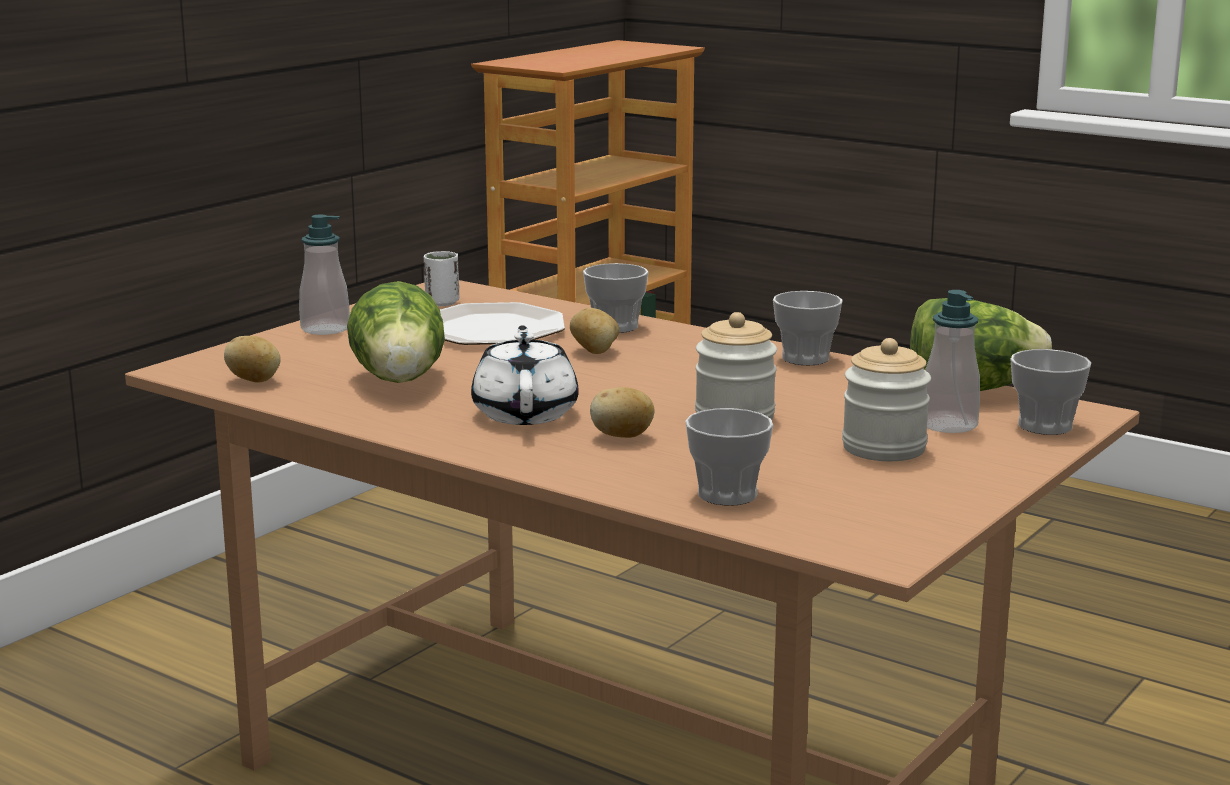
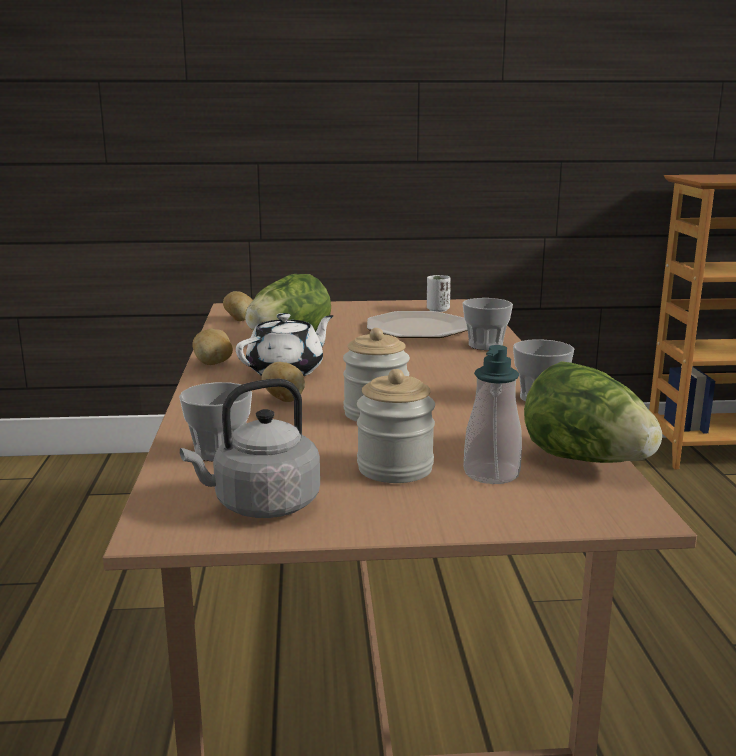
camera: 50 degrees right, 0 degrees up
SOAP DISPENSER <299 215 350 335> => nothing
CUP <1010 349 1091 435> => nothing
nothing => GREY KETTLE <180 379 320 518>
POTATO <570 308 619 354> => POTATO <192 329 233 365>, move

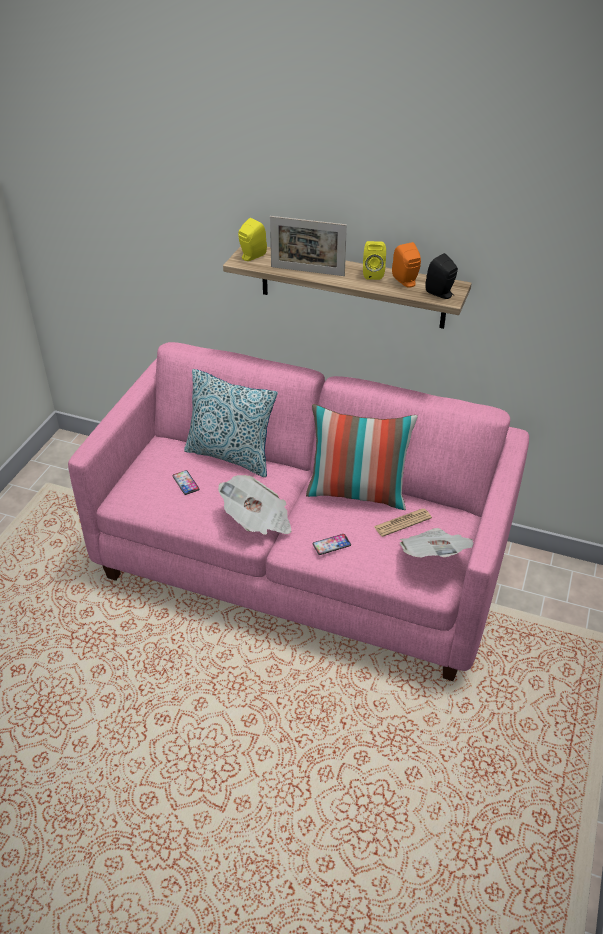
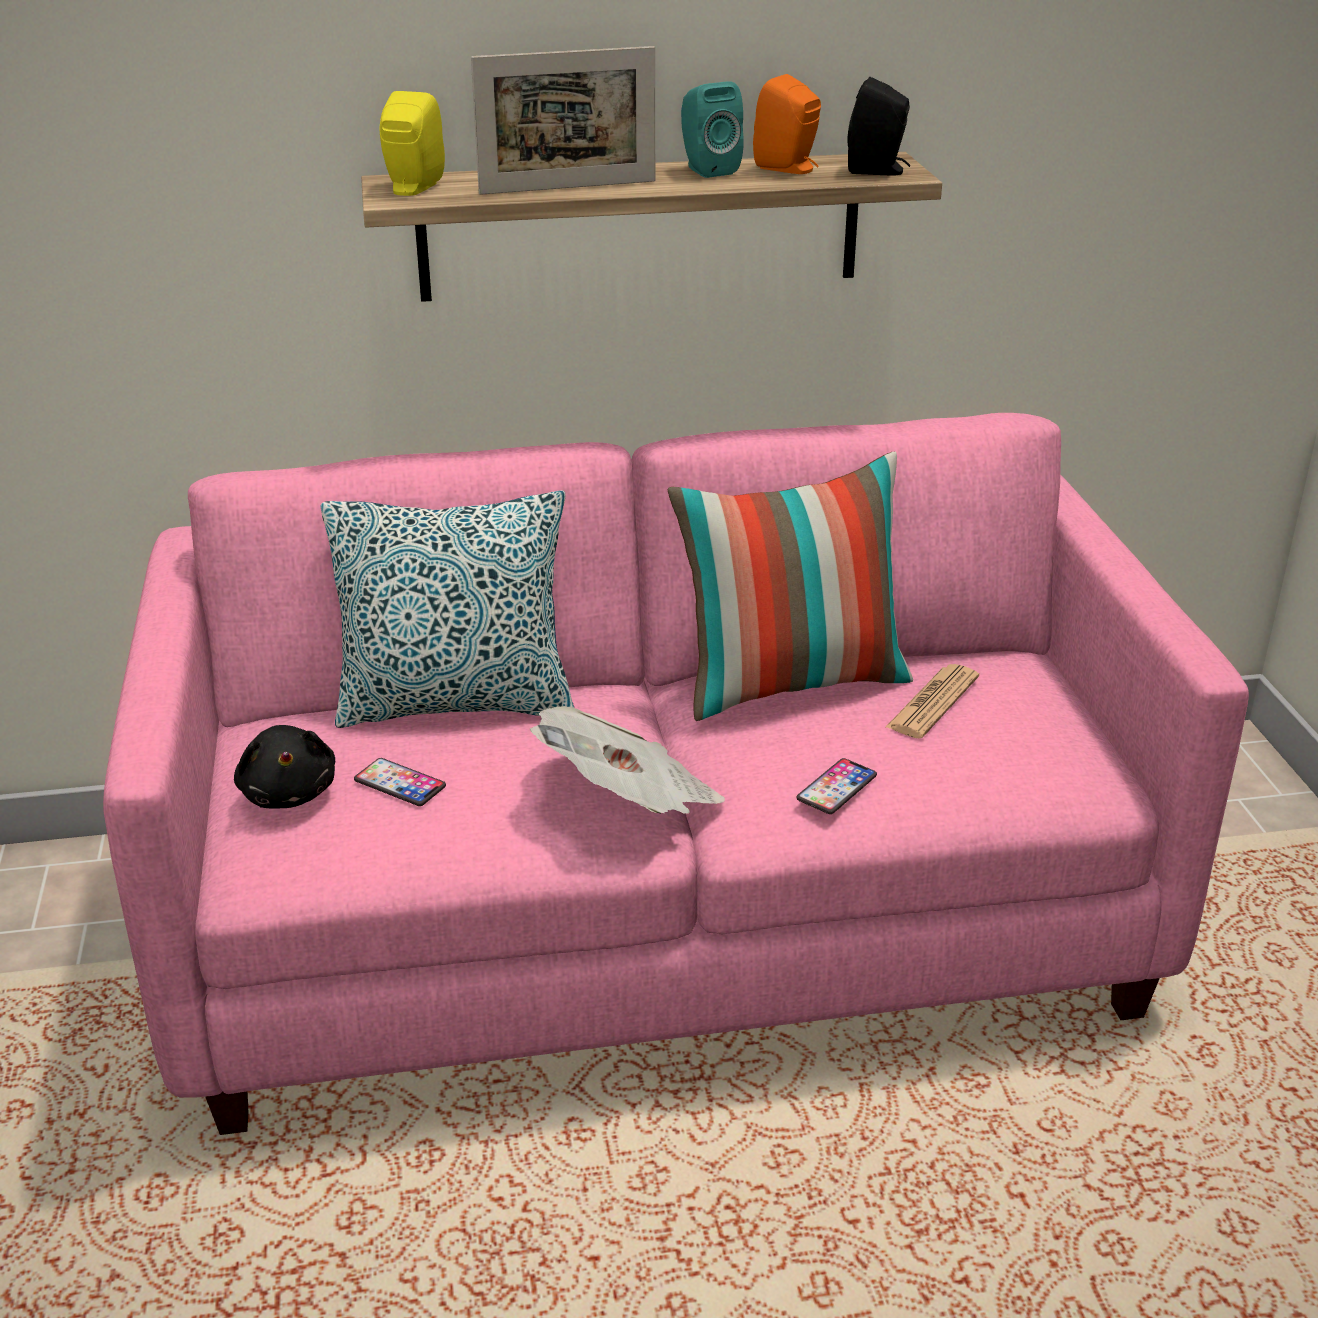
camera: 30 degrees left, 10 degrees down
NEWSPAPER <400 528 474 558> => nothing
nothing => BLACK PLUSH TOY <234 725 335 809>
YELLOW SPEAKER <363 241 386 280> => TURQUOISE SPEAKER <681 81 744 178>

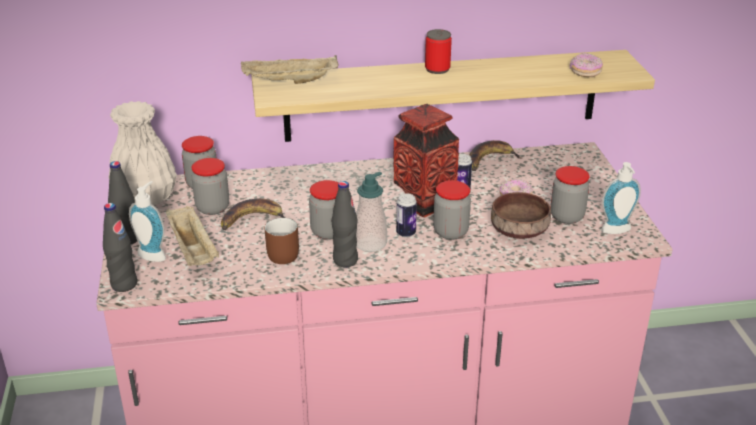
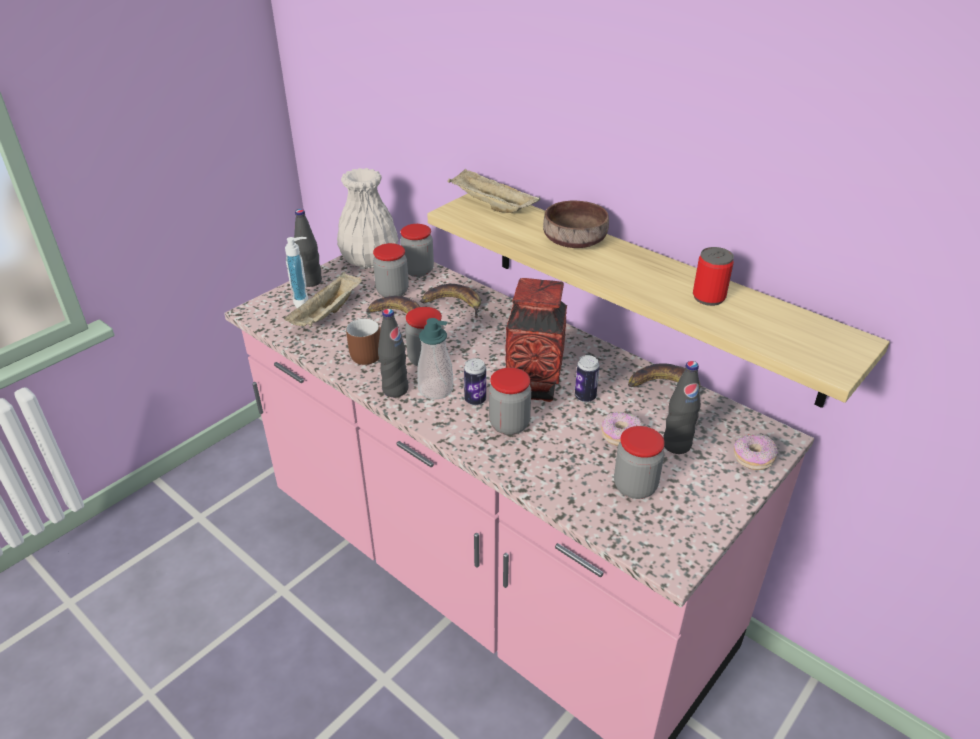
camera: 50 degrees right, 5 degrees up
SOAP DISPENSER <601 162 641 234> => nothing
nothing => BANANA <420 284 481 318>
BLACK BOTTLE <103 203 137 292> => BLACK BOTTLE <663 361 700 454>, move
CAN <425 29 452 74> => CAN <693 247 734 306>, move
BROWN BOWL <491 192 551 239> => BROWN BOWL <543 200 609 248>, move
DONUT <570 53 603 77> => DONUT <734 434 778 470>, move

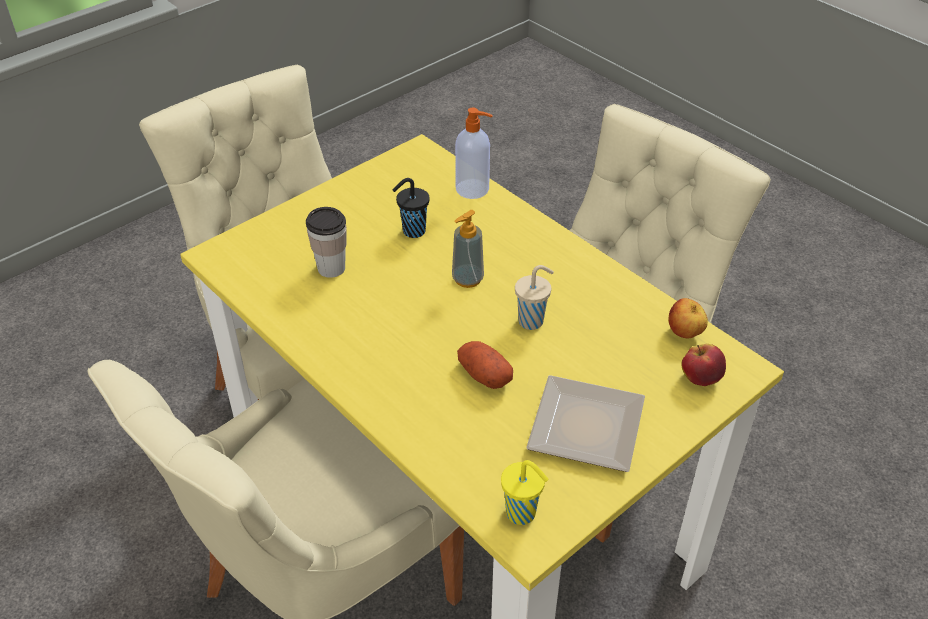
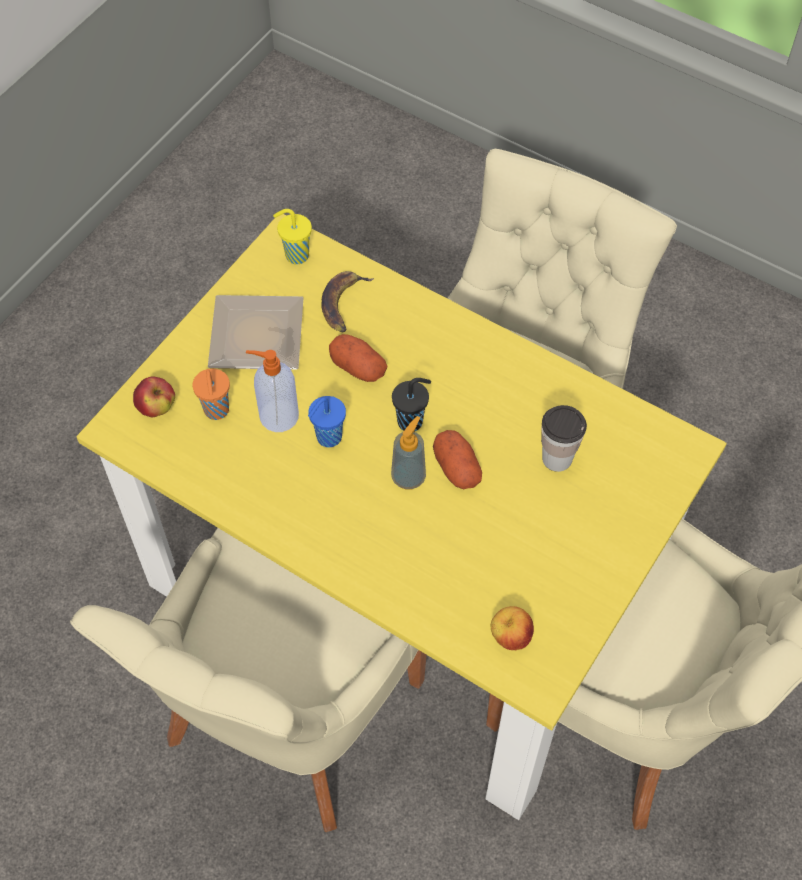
camera: 165 degrees right, 15 degrees up
nothing => ORANGE CUP <193 369 230 420>
nothing => BANANA <322 271 374 332>
nothing => POTATO <433 430 482 489>
BLACK CUP <392 178 430 238> => BLACK CUP <392 378 431 432>, move
SOAP DISPENSER <455 108 493 199> => SOAP DISPENSER <246 350 299 432>, move
APPLE <668 298 708 338> => APPLE <491 606 534 650>, move
BEIGE CUP <515 265 554 330> => BLUE CUP <308 396 346 447>

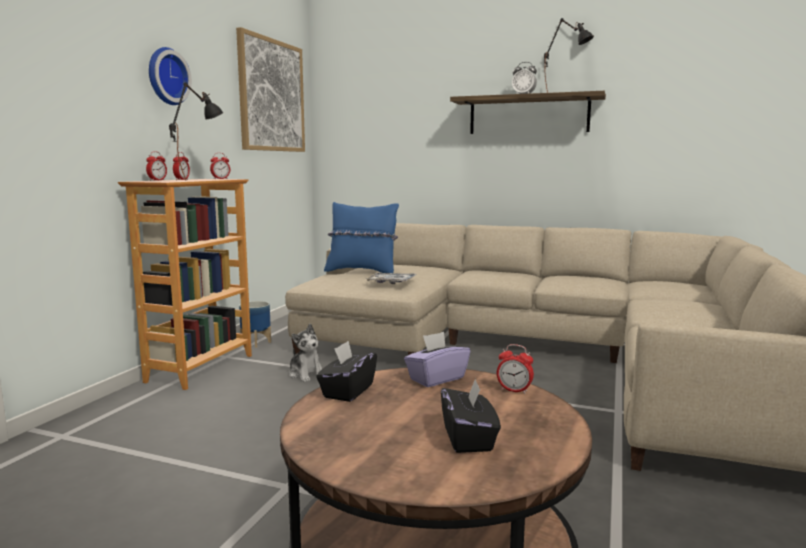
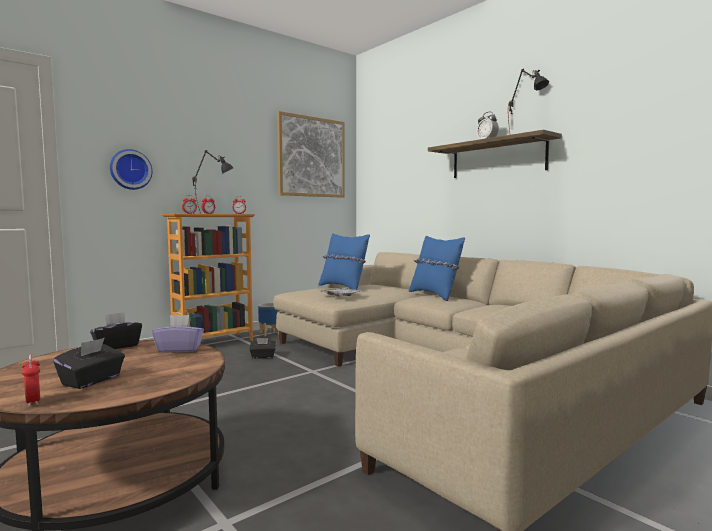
camera: 30 degrees right, 5 degrees down
nothing => BLUE PILLOW <409 235 465 301>
WALL CLOCK <149 47 192 105> => WALL CLOCK <110 149 153 190>, move
ALARM CLOCK <497 344 534 394> => ALARM CLOCK <22 354 40 407>, move
PLUSH TOY <289 324 322 382> => BLACK TISSUE BOX <249 338 276 359>

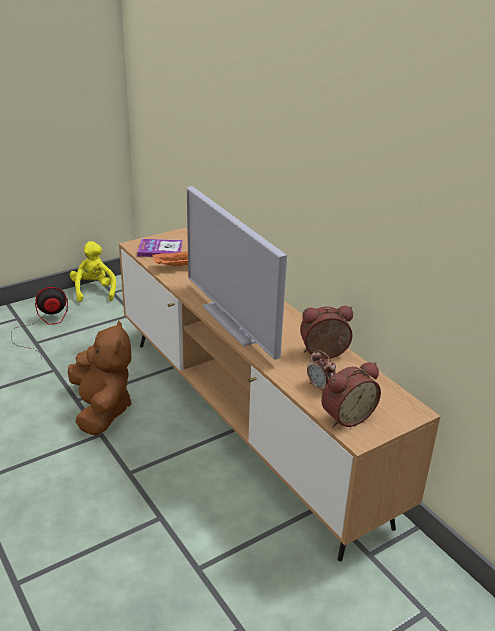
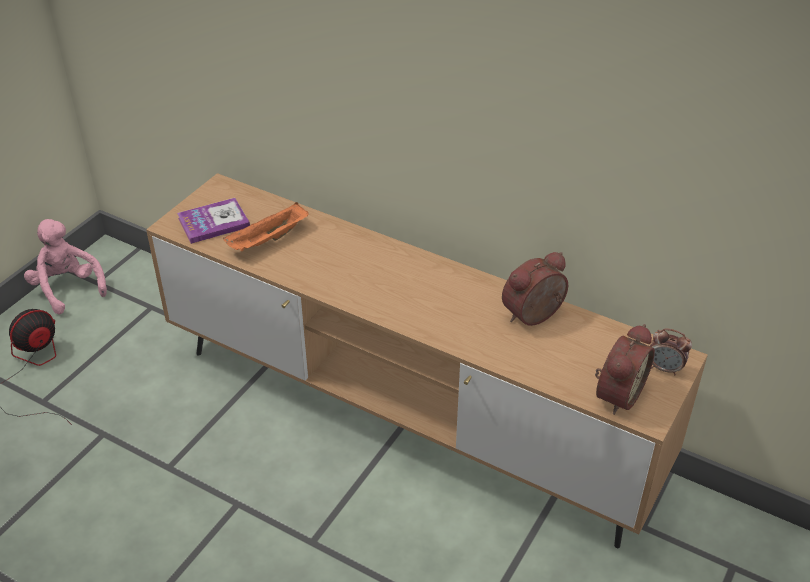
camera: 25 degrees left, 10 degrees up
BROWN PLUSH TOY <68 320 131 435> => nothing
TELEVISION <187 186 287 360> => nothing
ALARM CLOCK <307 350 336 391> => ALARM CLOCK <650 328 692 376>, move
YELLOW PLUSH TOY <70 241 116 302> => PINK PLUSH TOY <24 219 107 314>

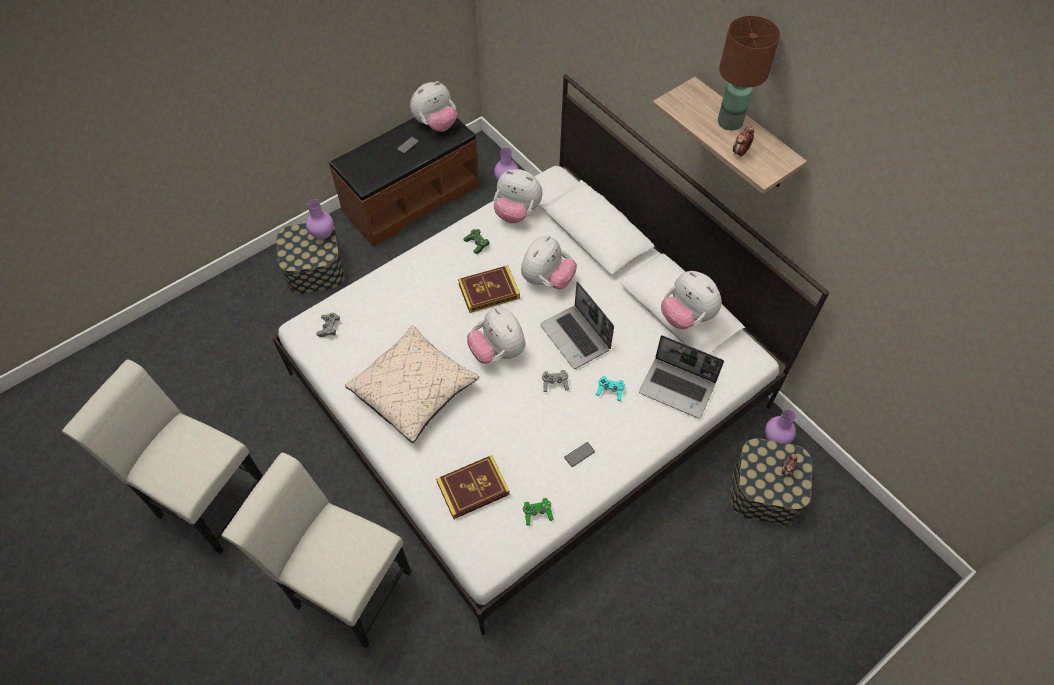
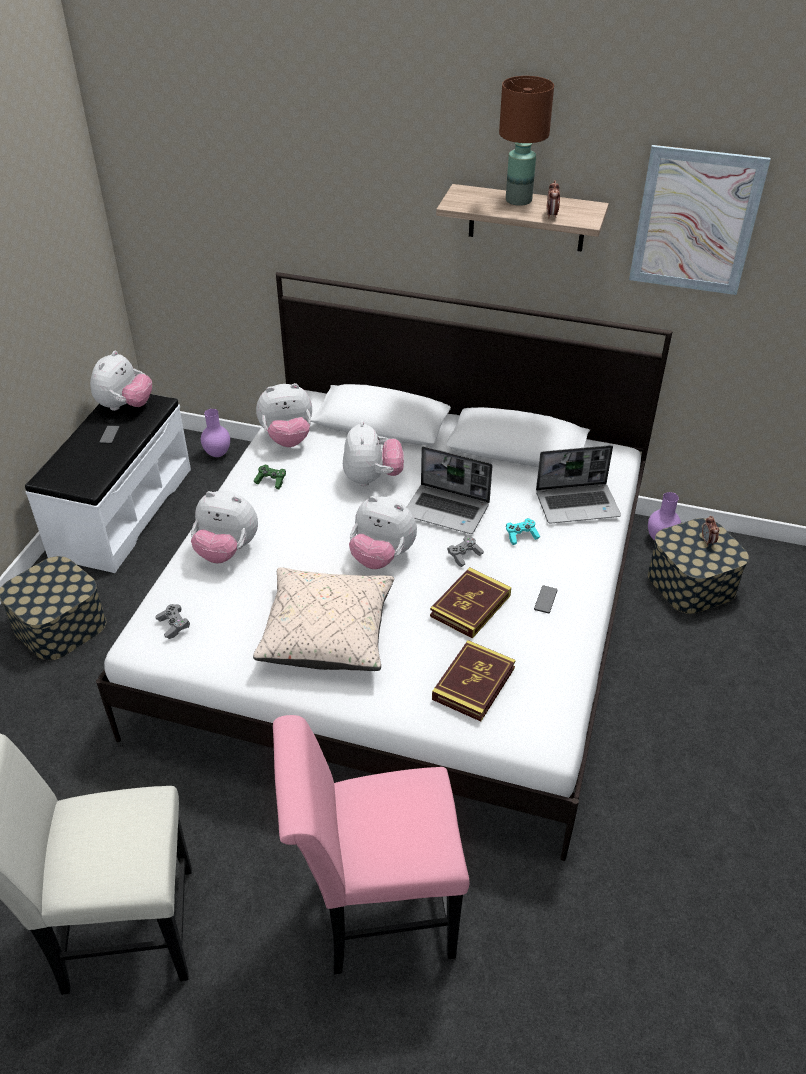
camera: 35 degrees left, 15 degrees down
PURPLE VASE <306 199 334 239> => nothing
GREEN GAME CONTROLLER <523 498 554 525> => nothing
nothing => PICTURE <629 145 771 295>
BOOK <458 265 520 313> => BOOK <430 567 511 639>, move
PLUSH TOY <661 271 722 329> => PLUSH TOY <191 491 258 563>, move
WHITE CHAIR <221 453 411 648> => PINK CHAIR <273 715 470 974>
BROWN BENCH <329 118 479 247> => WHITE BENCH <25 394 191 573>

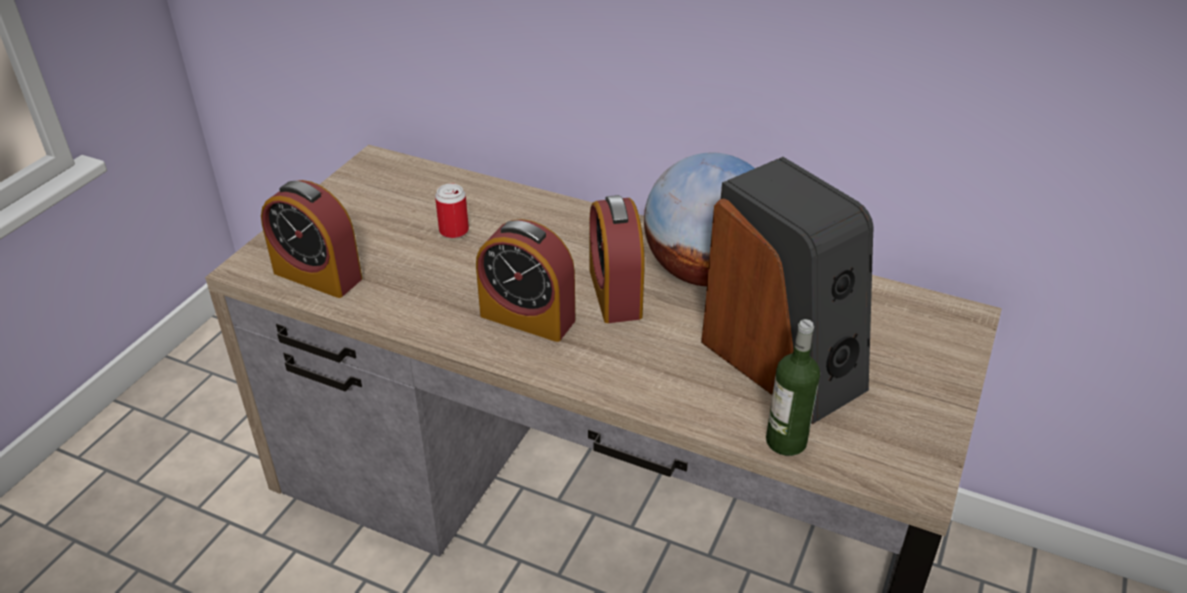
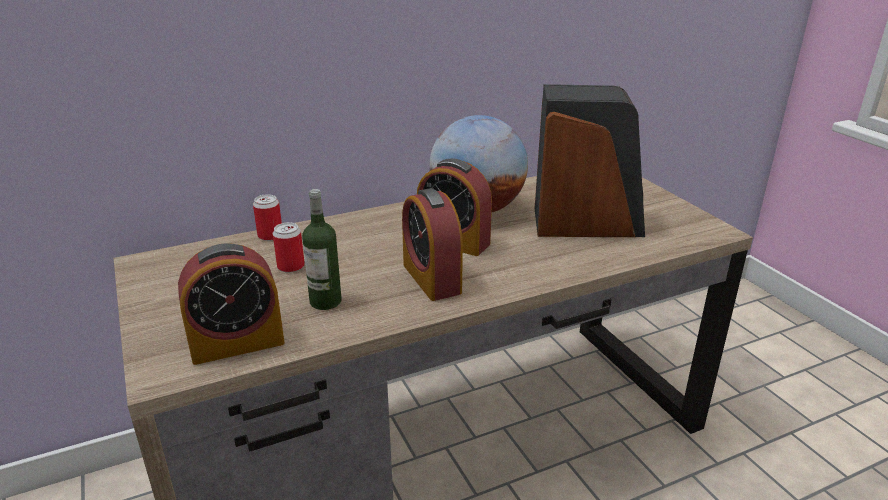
camera: 50 degrees left, 10 degrees down
nothing => CAN <253 194 282 241>
BOTTLE <766 319 820 456> => BOTTLE <302 189 342 310>, move
ALARM CLOCK <476 219 575 342> => ALARM CLOCK <402 188 463 301>, 90 degrees clockwise

